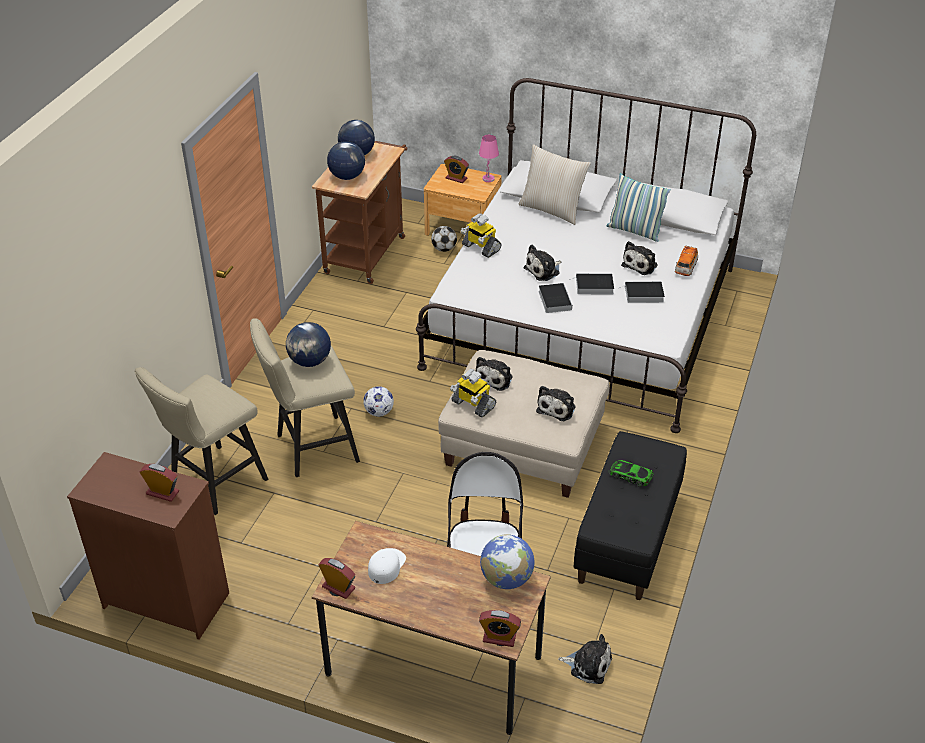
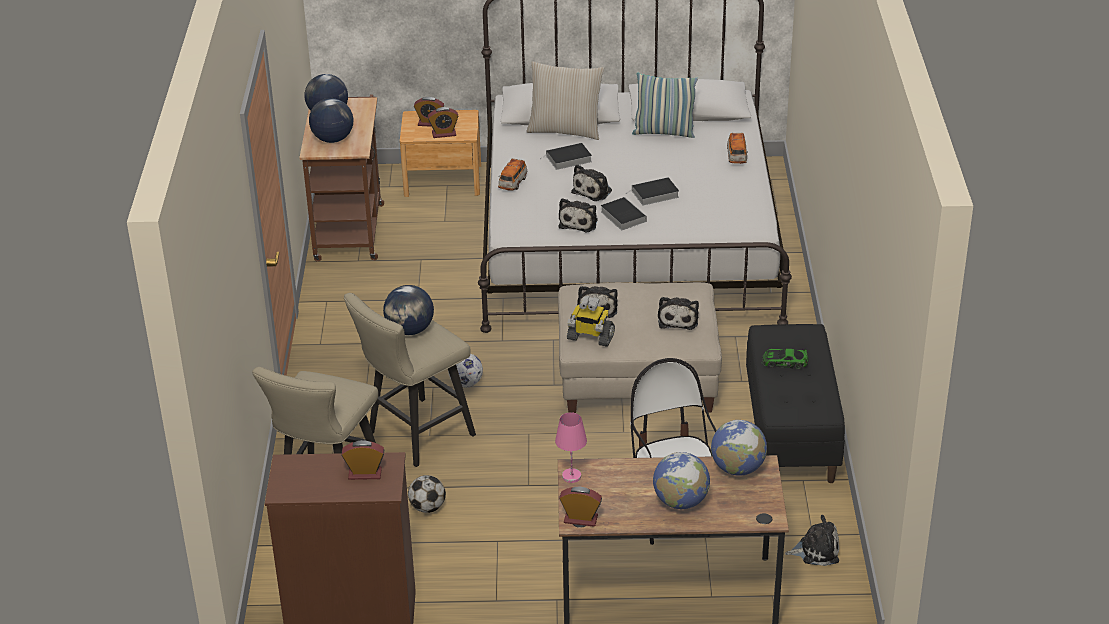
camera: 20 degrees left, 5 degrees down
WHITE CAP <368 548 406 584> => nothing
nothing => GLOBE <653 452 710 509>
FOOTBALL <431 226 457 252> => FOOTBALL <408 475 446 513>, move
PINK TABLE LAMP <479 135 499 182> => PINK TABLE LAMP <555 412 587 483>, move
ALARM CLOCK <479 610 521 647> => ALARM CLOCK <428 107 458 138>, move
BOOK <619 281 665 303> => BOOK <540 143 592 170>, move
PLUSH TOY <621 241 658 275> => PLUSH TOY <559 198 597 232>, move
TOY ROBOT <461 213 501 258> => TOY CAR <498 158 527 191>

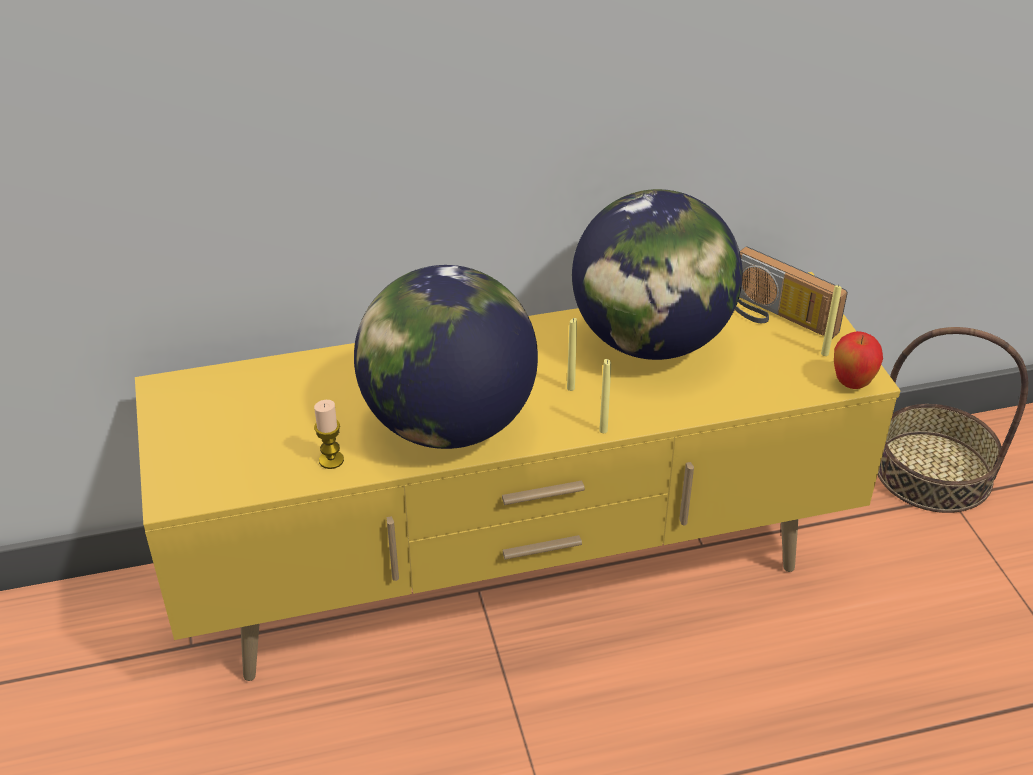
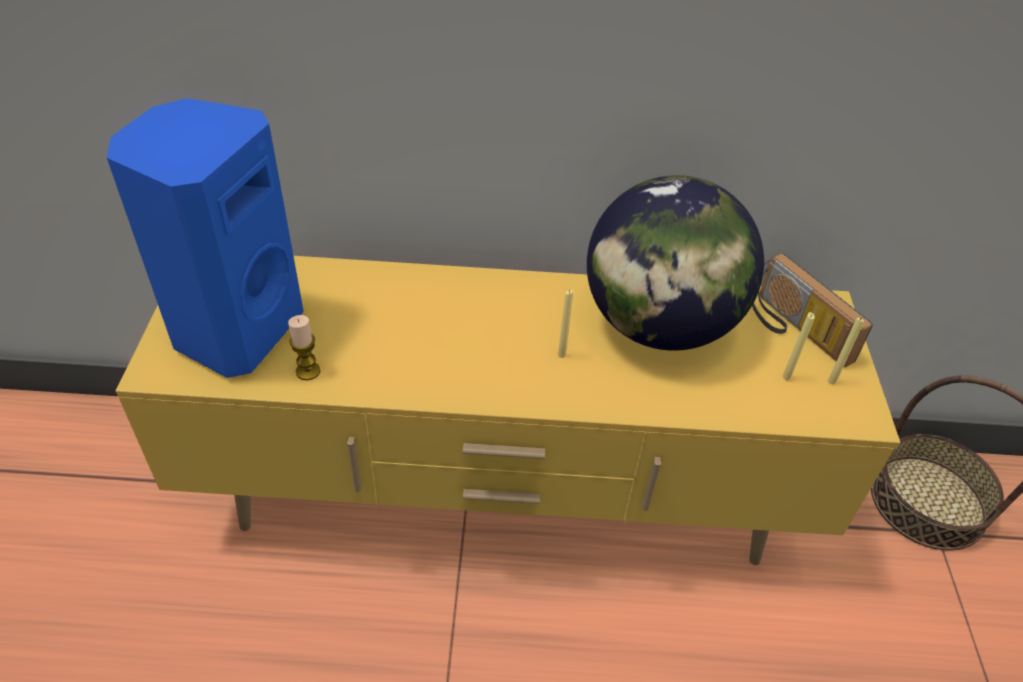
camera: 15 degrees right, 5 degrees up
GLOBE <354 265 538 449> => nothing
APPLE <834 331 883 389> => nothing
nothing => BLUE SPEAKER <107 98 304 378>
YELLOW CANDLE <599 359 611 433> => YELLOW CANDLE <782 312 815 381>, move

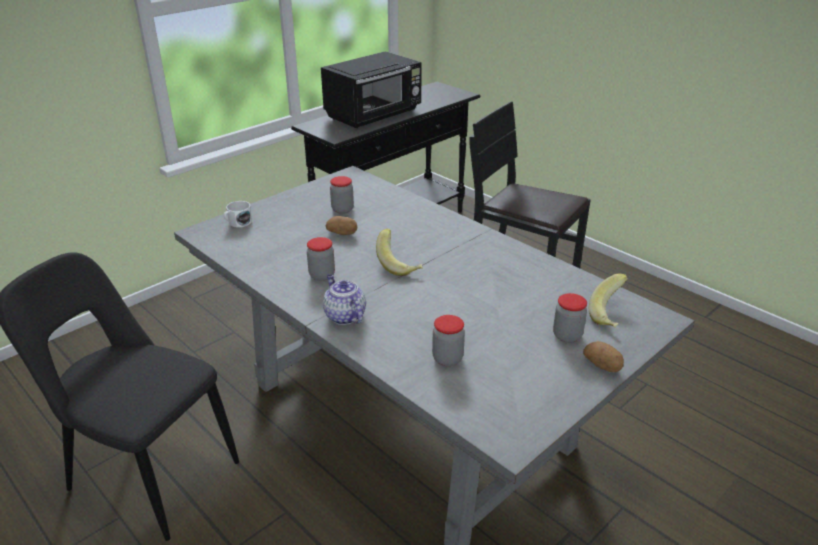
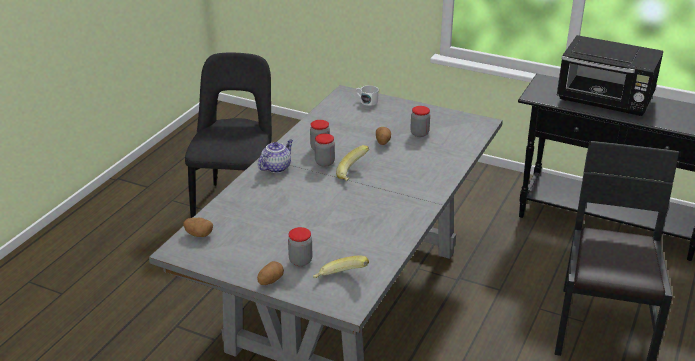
camera: 70 degrees right, 0 degrees up
nothing => POTATO <183 218 213 237>
JAR <432 315 465 366> => JAR <314 134 335 167>, move

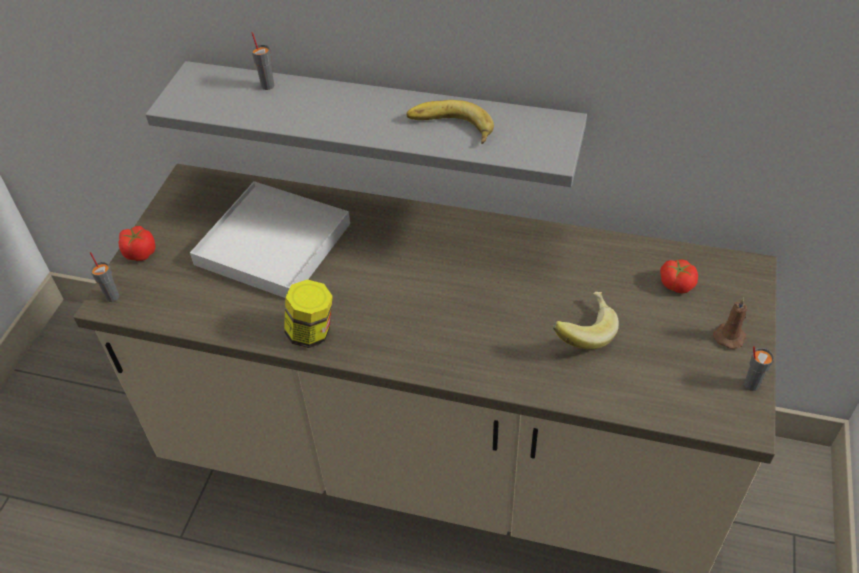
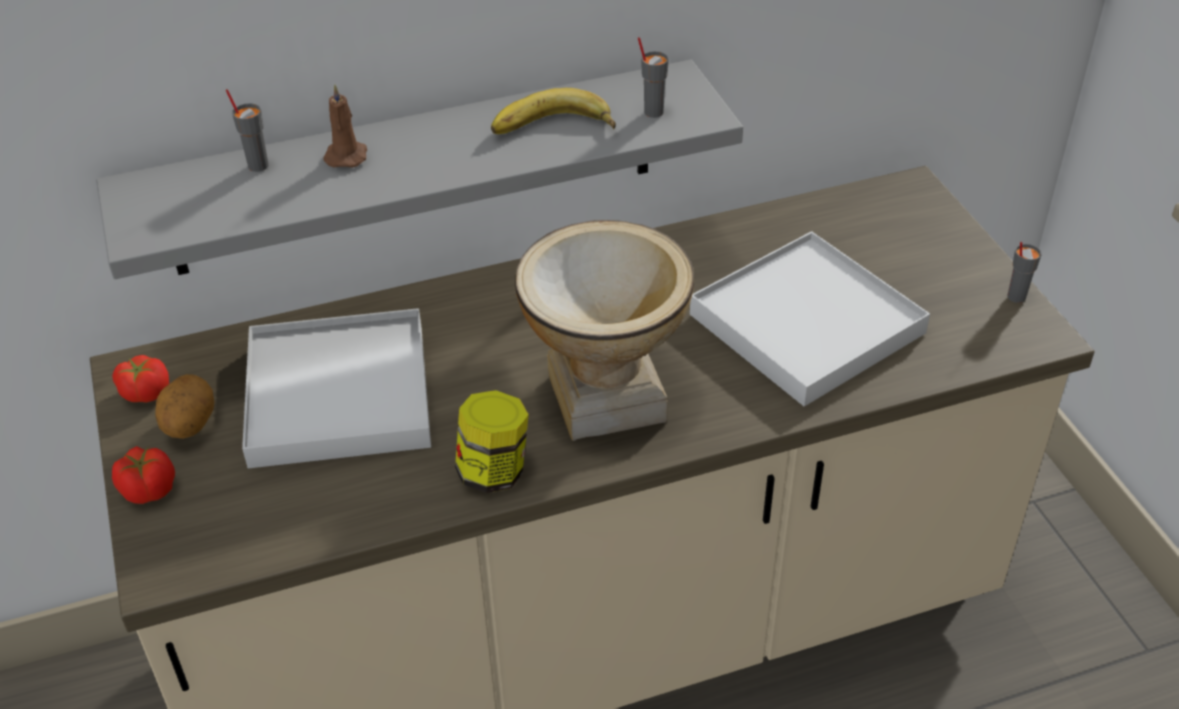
camera: 35 degrees left, 5 degrees down
nothing => POTATO <155 374 214 439>
nothing => VASE <515 220 694 441>
GREY CUP <90 252 120 302> => GREY CUP <638 37 669 118>, move
TOMATO <660 259 698 293> => TOMATO <112 355 169 402>, move
BROWN CANDLE <713 298 747 349> => BROWN CANDLE <323 84 367 168>, move
BANANA <553 292 619 349> => WHITE TRAY <690 231 930 406>

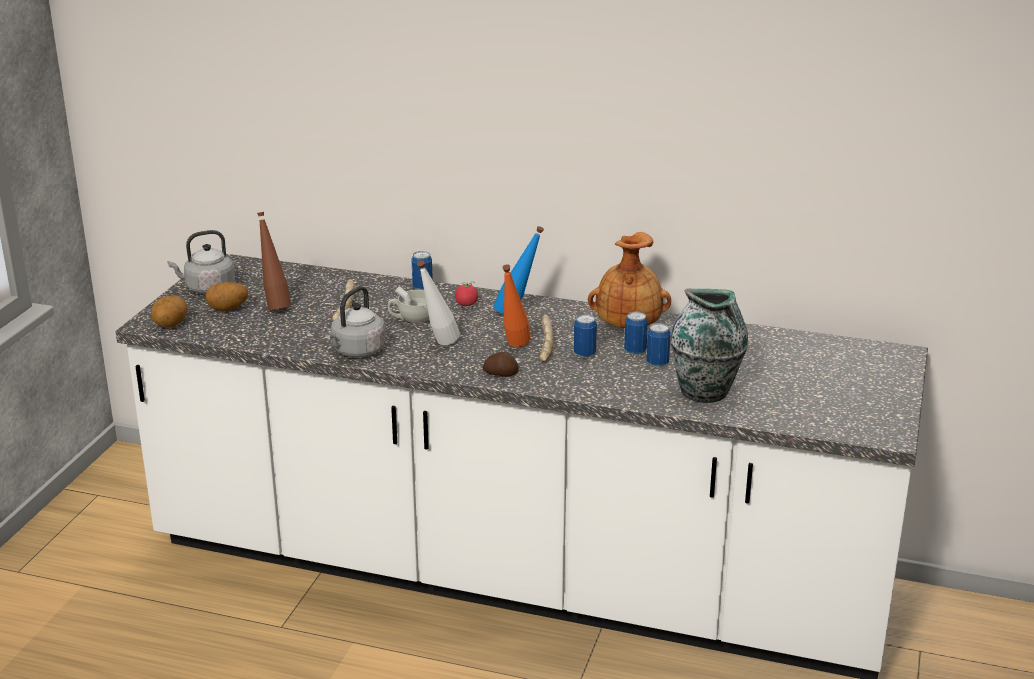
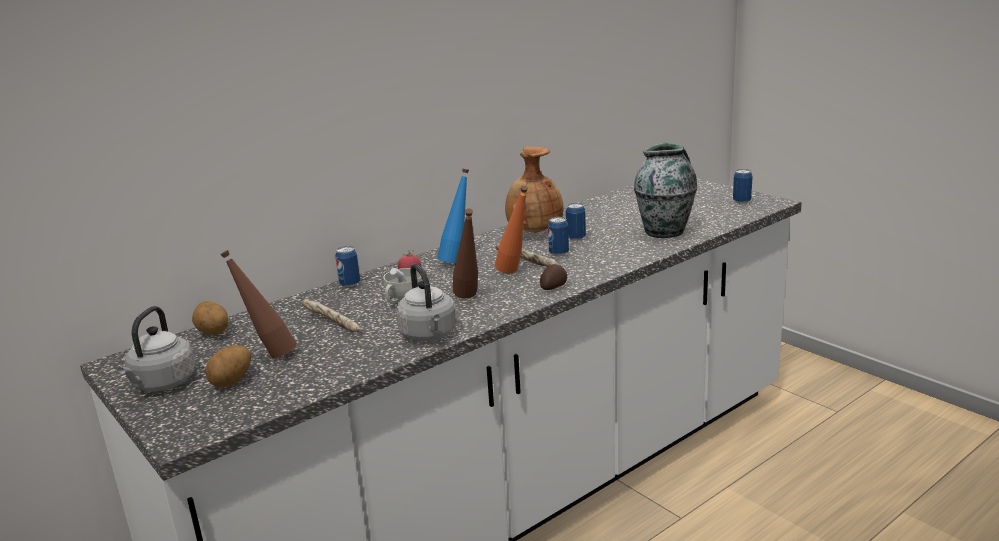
camera: 55 degrees left, 5 degrees down
POTATO <151 295 188 328> => POTATO <192 301 229 335>, move
CAN <646 323 671 367> => CAN <733 169 753 204>, move
WHITE BOTTLE <417 261 460 345> => BROWN BOTTLE <453 209 478 299>

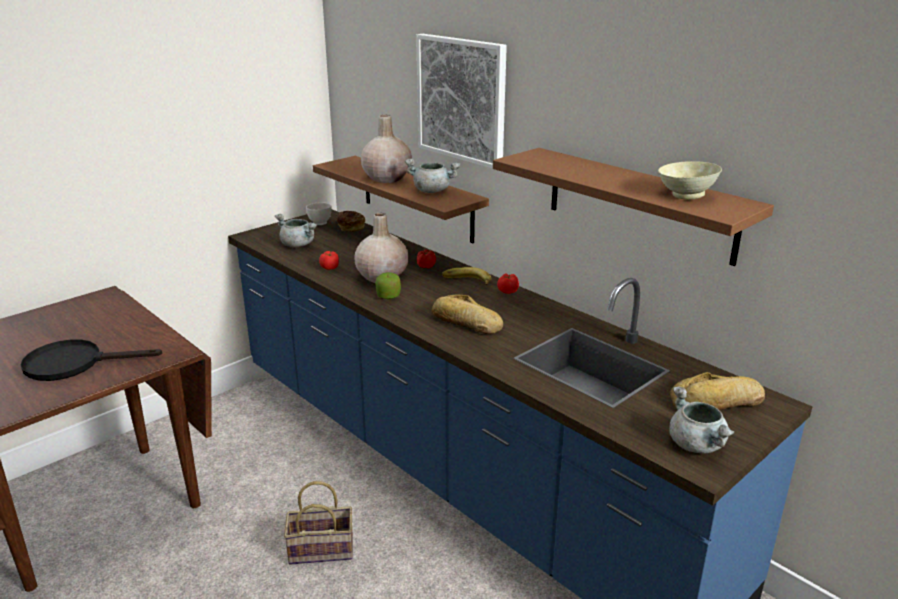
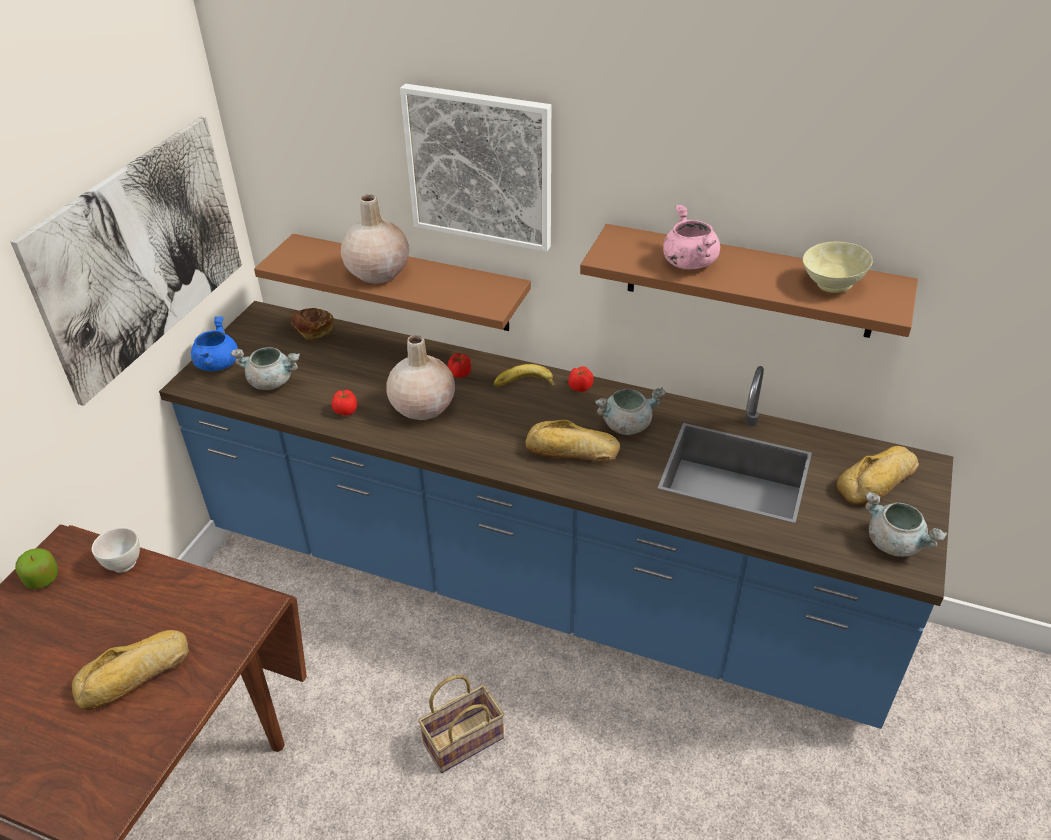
camera: 25 degrees left, 15 degrees up
nothing => PICTURE <11 116 242 406>
nothing => BLUE COOKING POT <191 316 238 371>
nothing => PINK COOKING POT <663 205 720 269>
WHITE BOWL <306 202 332 225> => WHITE BOWL <92 527 140 573>, move
APPLE <375 272 401 299> => APPLE <15 548 58 589>, move
GREY COOKING POT <405 158 460 193> => GREY COOKING POT <595 387 666 435>, move
BLACK FRYING PAN <20 339 162 381> => BREAD <72 630 189 710>

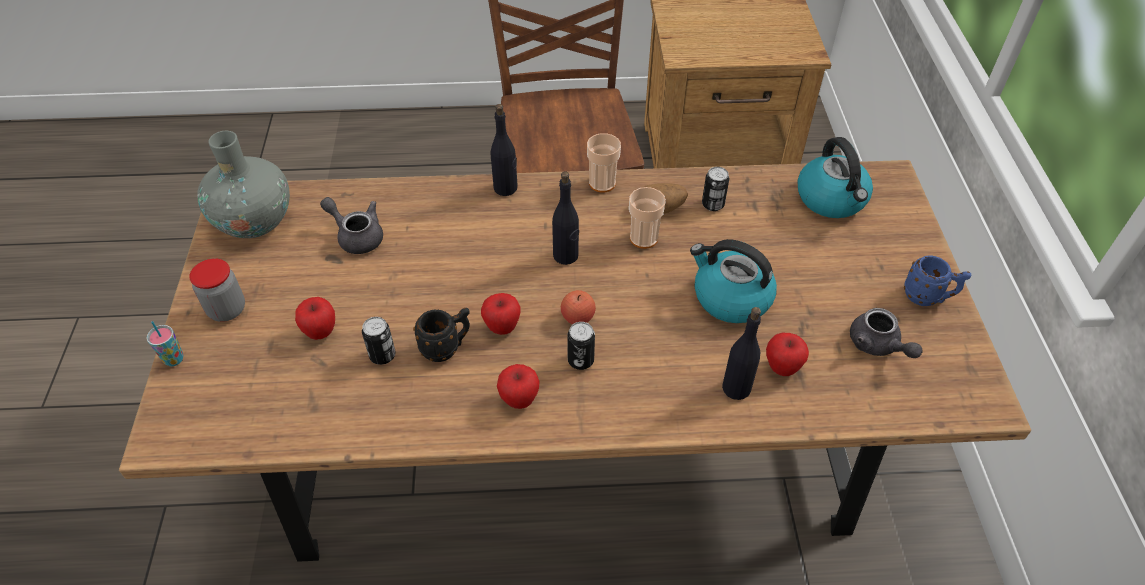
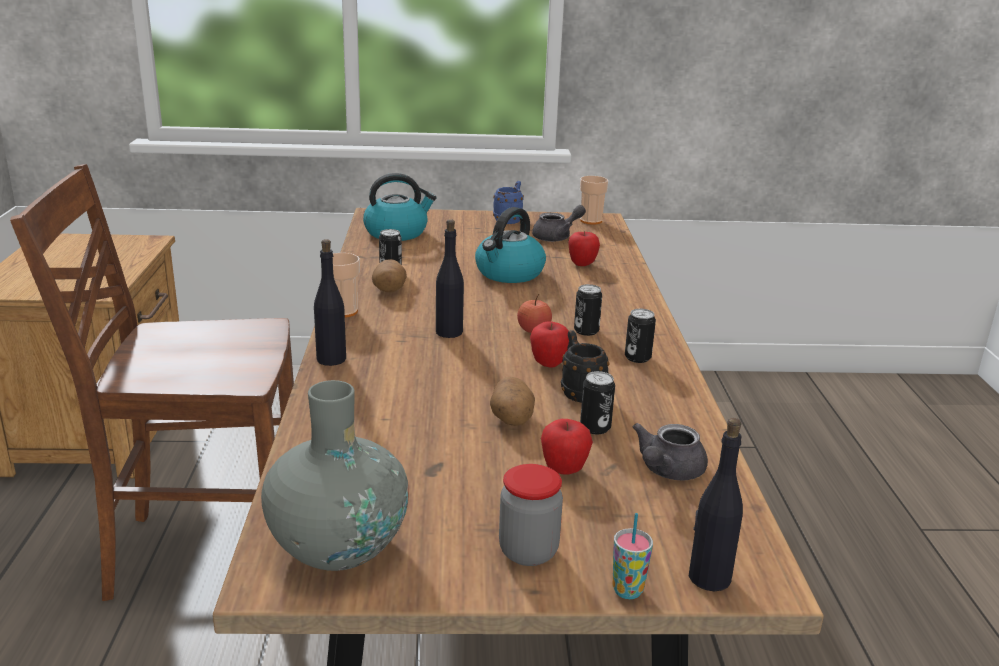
camera: 90 degrees left, 25 degrees down
nothing => POTATO <490 377 535 426>
GREY TEAPOT <320 197 383 254> => GREY TEAPOT <633 423 708 480>, move
CUP <629 187 666 249> => CUP <580 176 609 224>, move
BLACK BOTTLE <722 307 761 400> => BLACK BOTTLE <689 418 743 591>, move
APPLE <497 364 540 409> => CAN <625 309 656 363>

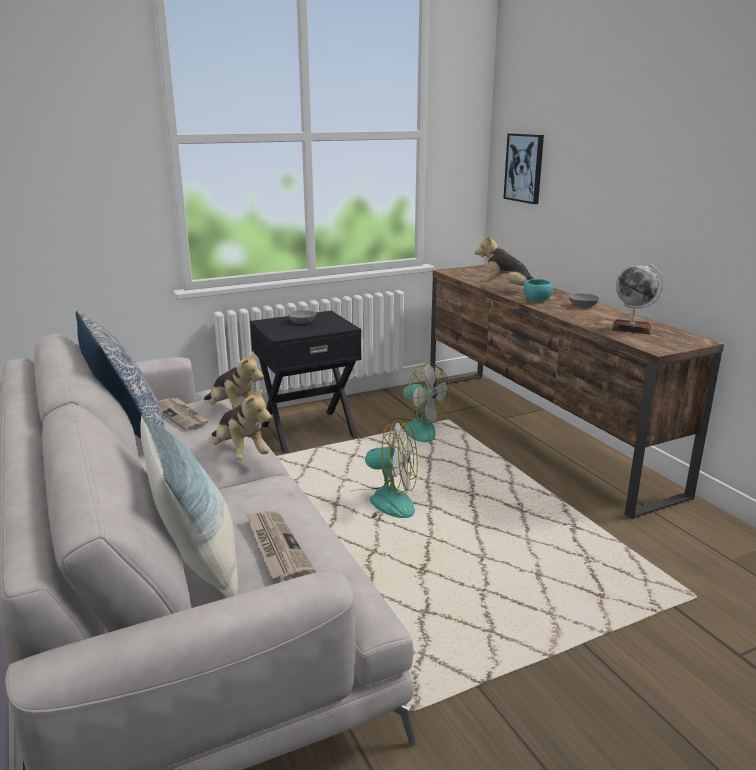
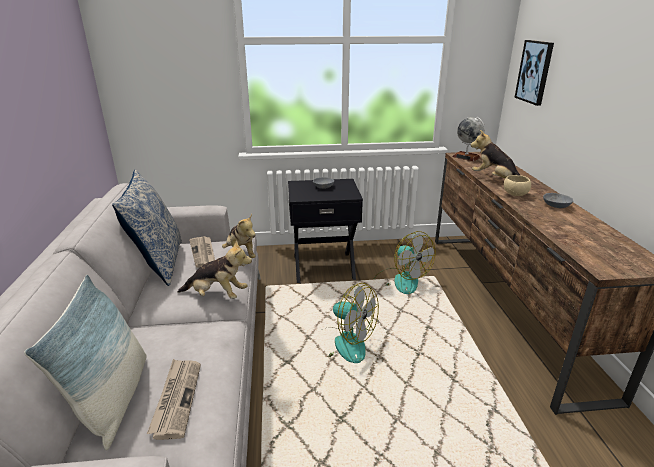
camera: 20 degrees right, 5 degrees up
GLOBE <611 264 663 334> => GLOBE <452 117 485 161>, move
TURQUOISE BOWL <523 279 553 302> => BEIGE BOWL <504 175 531 196>
PLUSH TOY <212 386 272 460> => PLUSH TOY <178 240 252 299>, 60 degrees counterclockwise

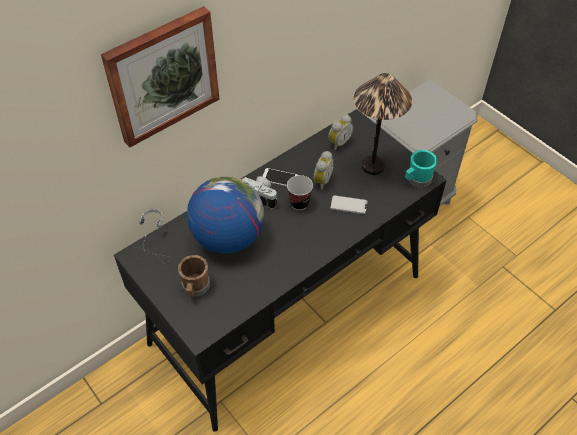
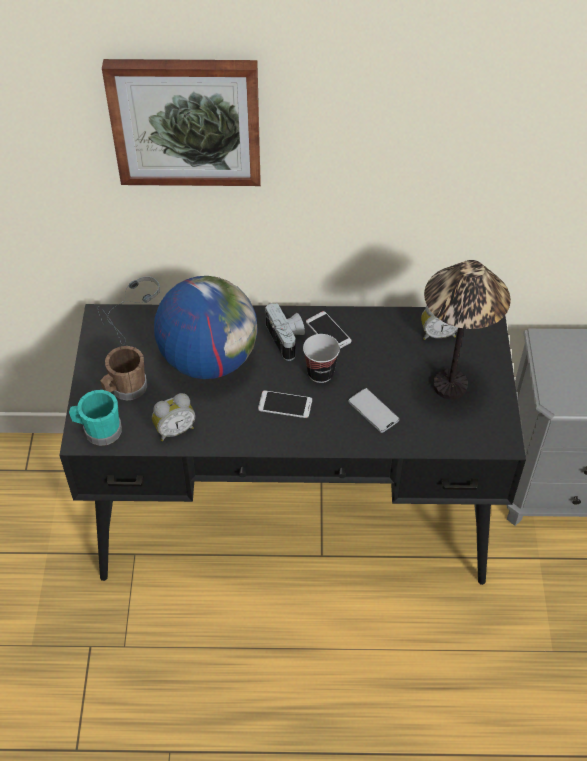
camera: 40 degrees right, 0 degrees up
nothing => PHONE <258 390 312 418>
ALARM CLOCK <313 151 334 190> => ALARM CLOCK <152 393 195 441>, move
TURQUOISE MUG <405 150 438 187> => TURQUOISE MUG <69 390 122 446>, move

